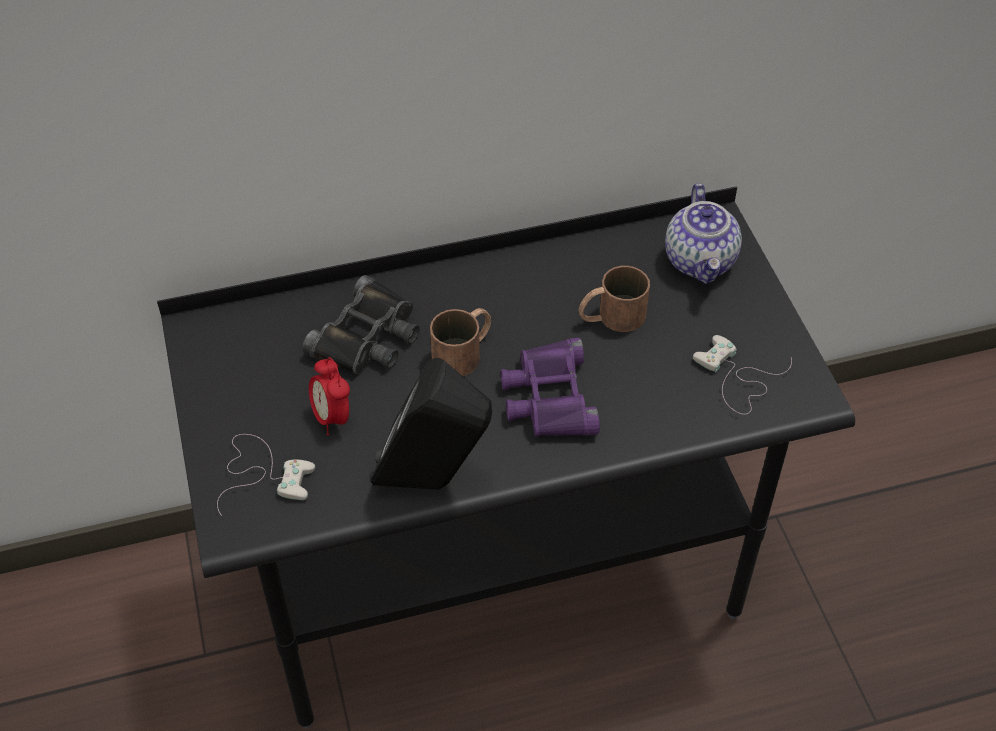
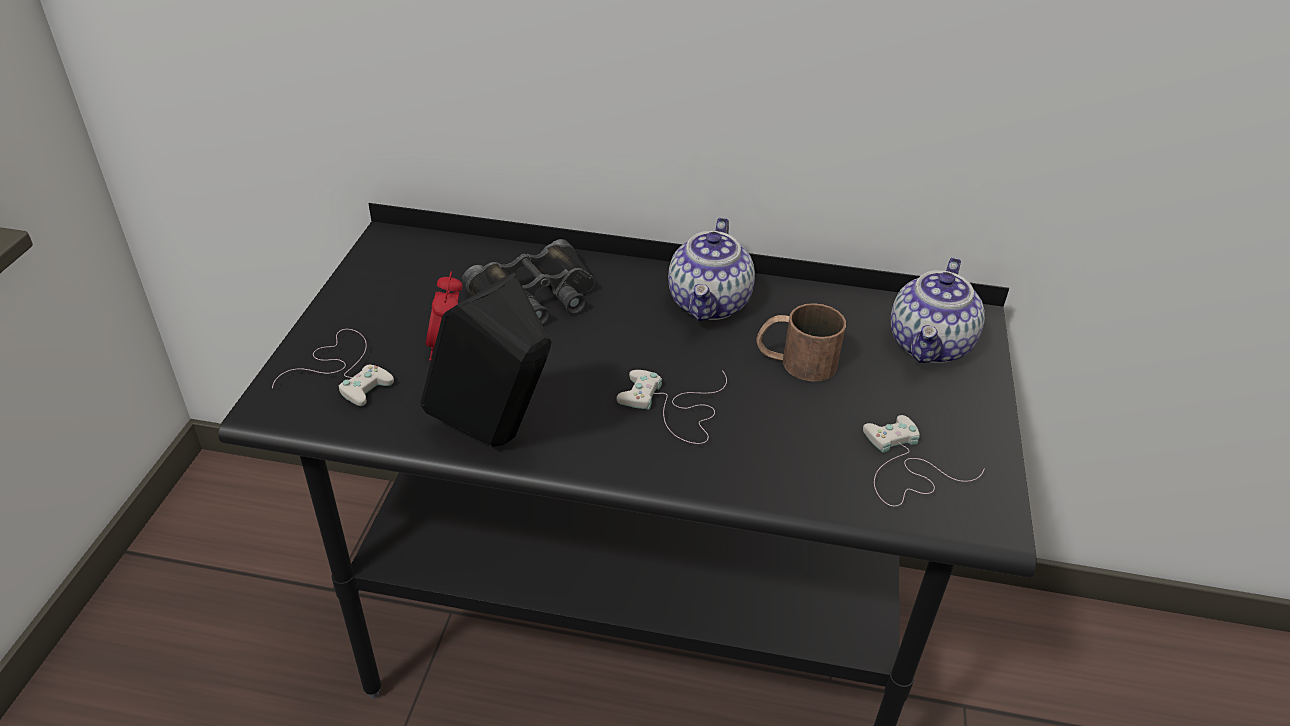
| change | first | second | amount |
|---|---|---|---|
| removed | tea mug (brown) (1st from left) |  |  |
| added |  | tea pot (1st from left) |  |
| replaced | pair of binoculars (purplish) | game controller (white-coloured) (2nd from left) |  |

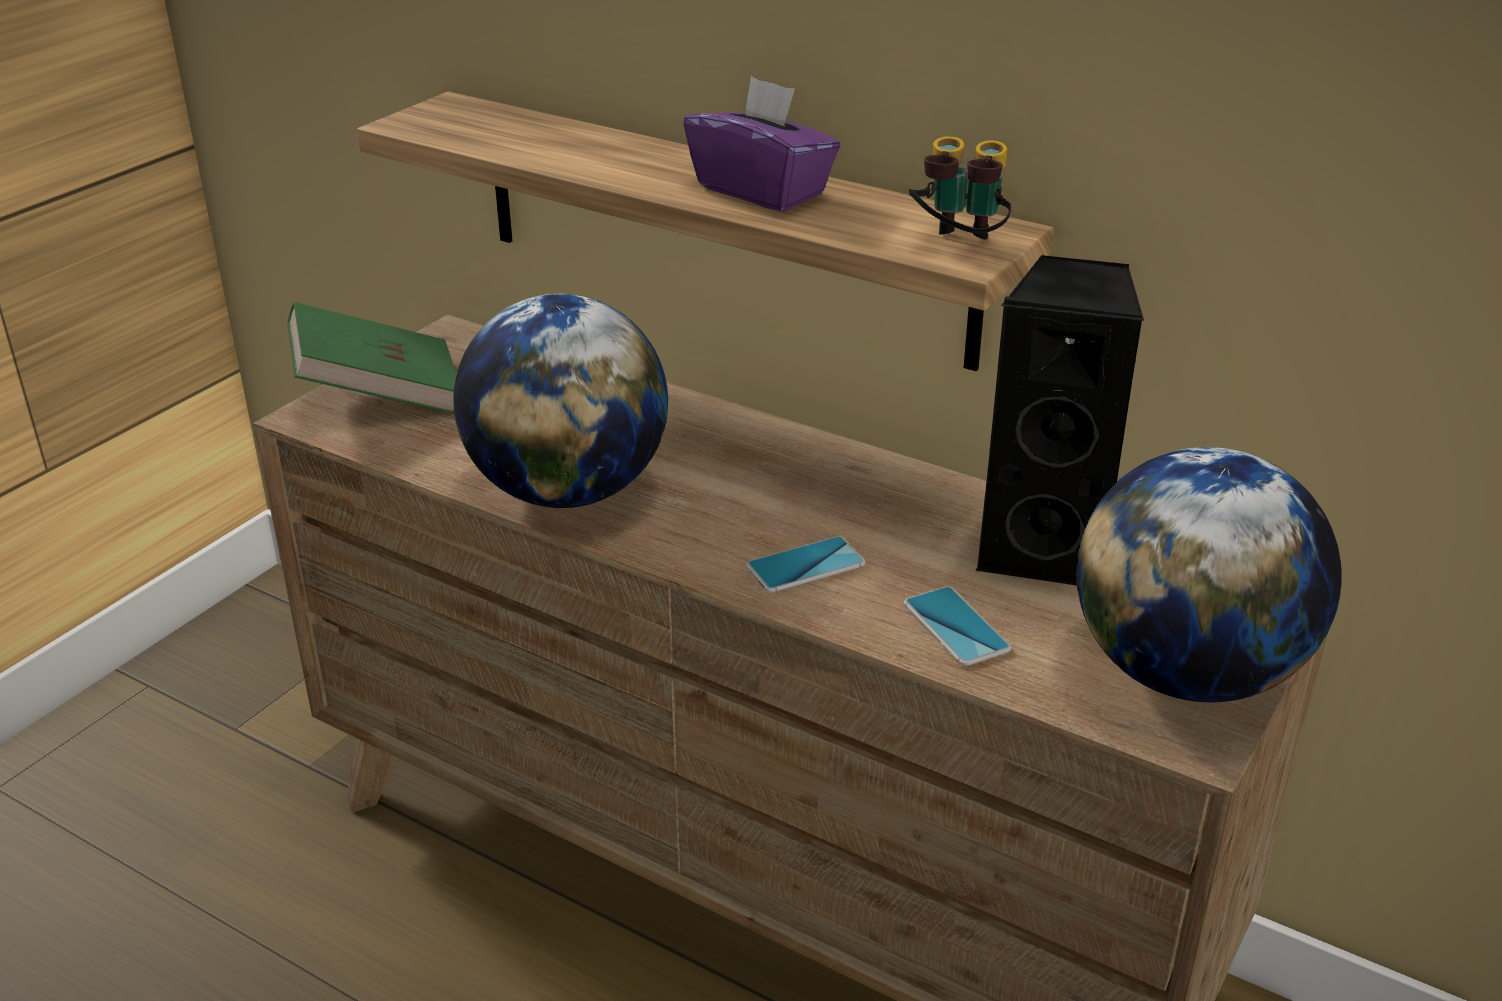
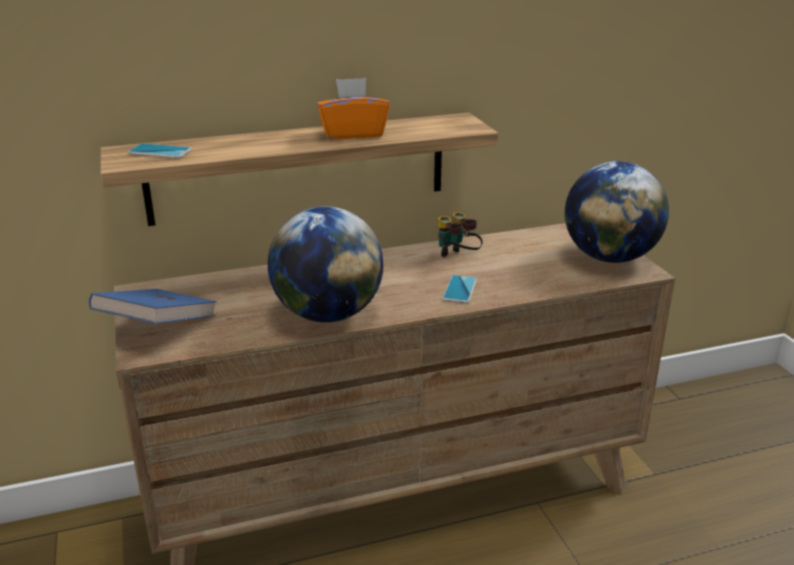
| change | first | second | amount |
|---|---|---|---|
| removed | loudspeaker (black-coloured) |  |  |
| moved | phone (2nd from left in the first image) | phone (1st from left) |  |
| moved | pair of binoculars |  |  |
| recoloured | volume (greenish) | volume (blue-coloured) |  |
| recoloured | box of tissues (purplish) | box of tissues (orangey) |  |

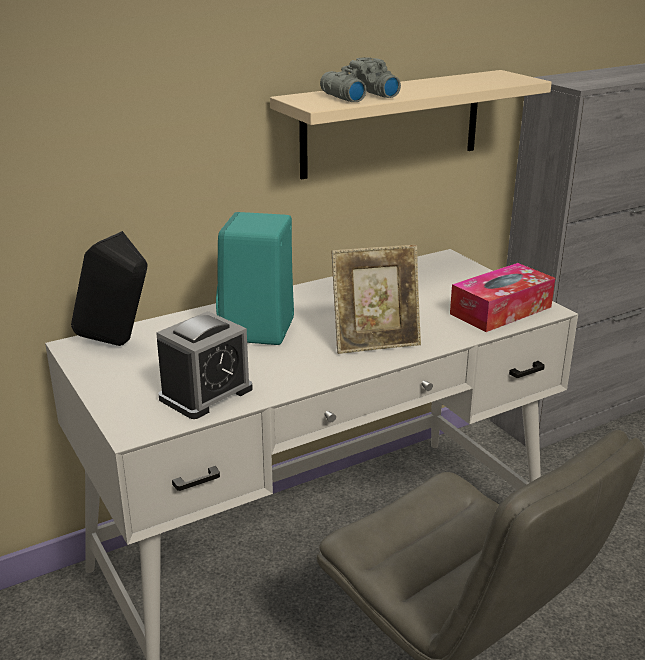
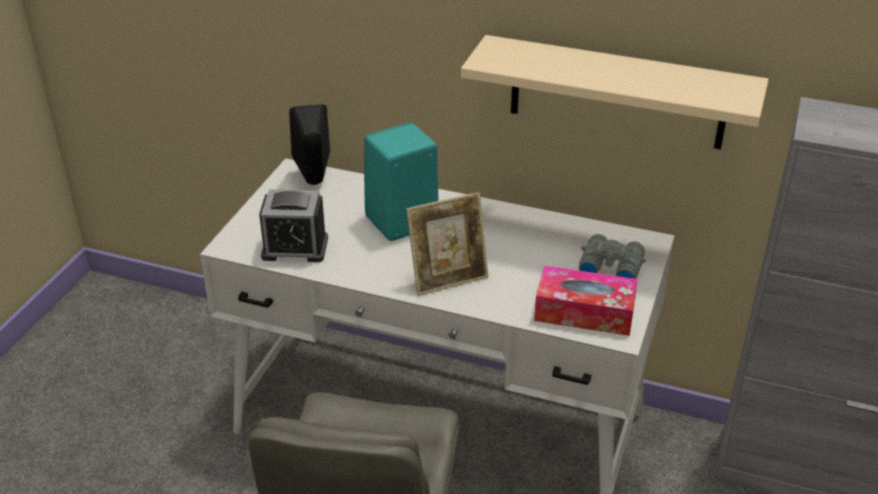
| change | first | second | amount |
|---|---|---|---|
| moved | pair of binoculars (grey) |  |  |
| turned | photo frame |  | 60 degrees counterclockwise |

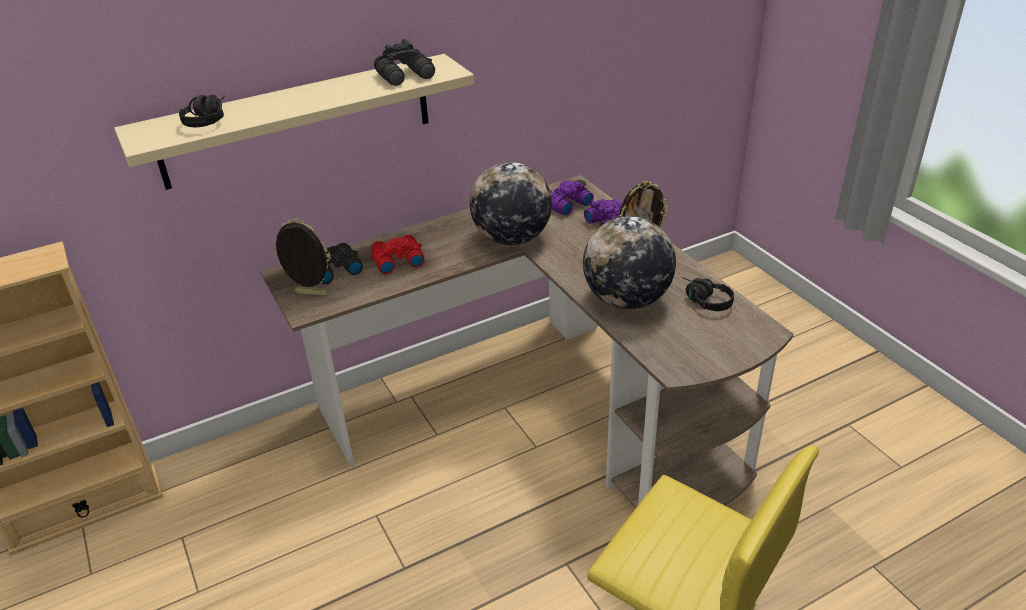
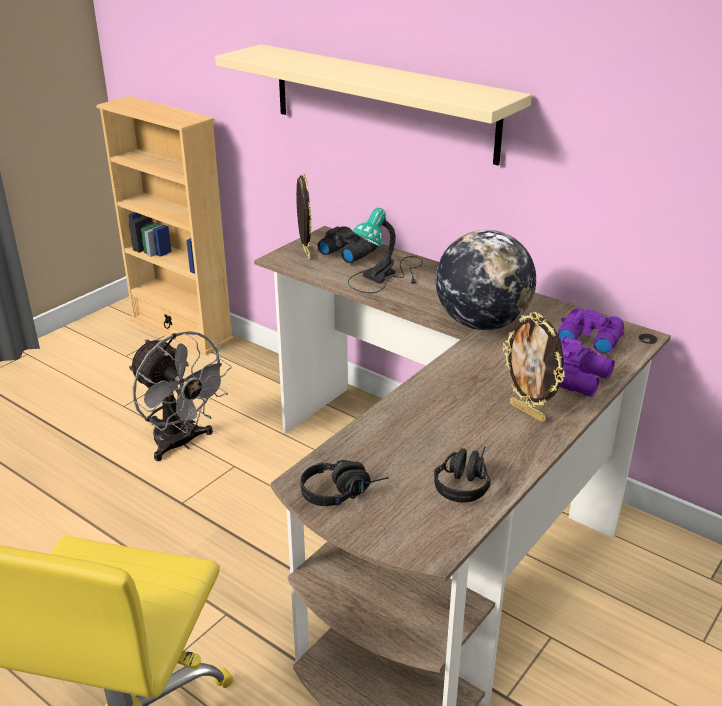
| change | first | second | amount |
|---|---|---|---|
| removed | pair of binoculars (black-coloured) (2nd from left) |  |  |
| removed | world globe (2nd from left) |  |  |
| added |  | electric fan (grey) |  |
| moved | headphones (black-coloured) (1st from left) |  |  |
| replaced | pair of binoculars (red) | table lamp |  |

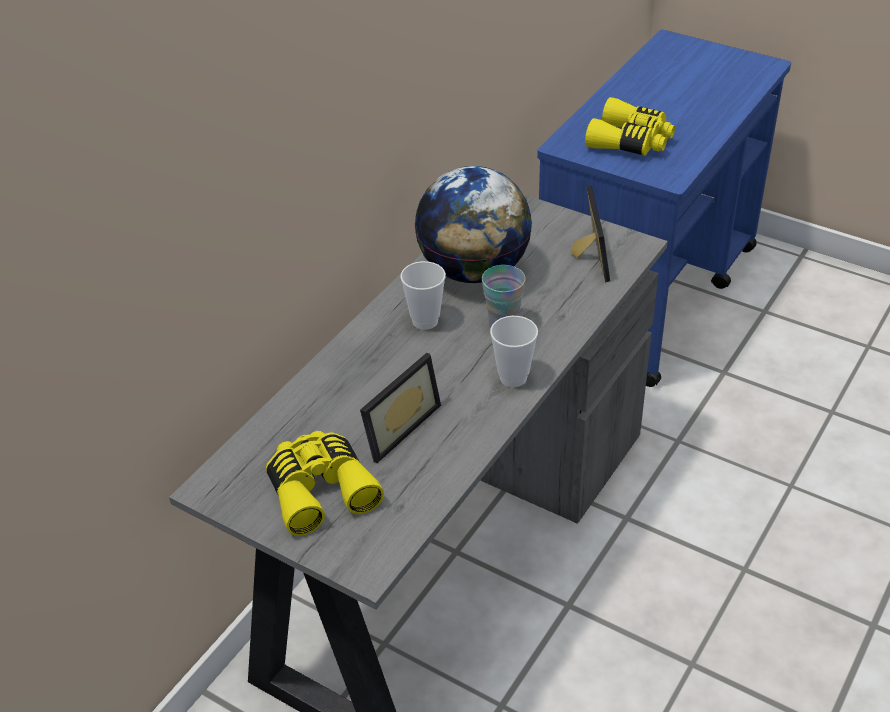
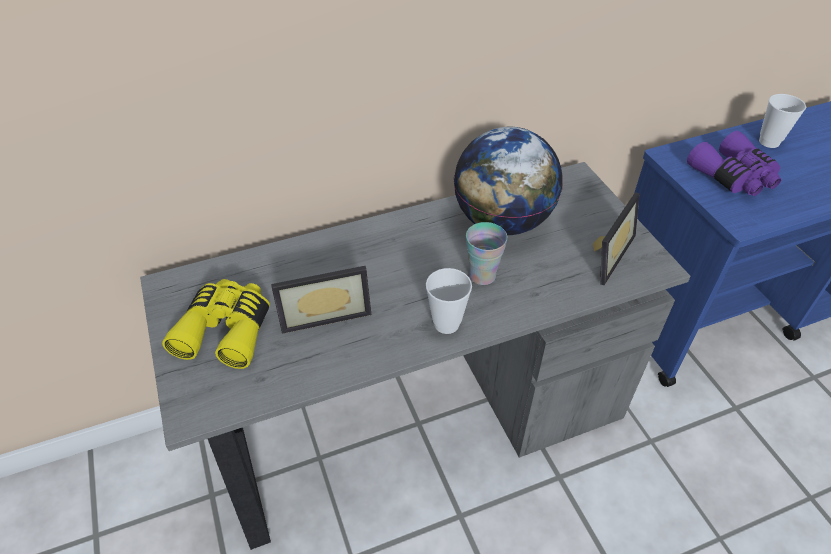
| change | first | second | amount |
|---|---|---|---|
| moved | small cup (1st from left in the first image) | small cup (3rd from left) |  |
| recoloured | pair of binoculars (yellow-coloured) (2nd from left) | pair of binoculars (purplish) |  |

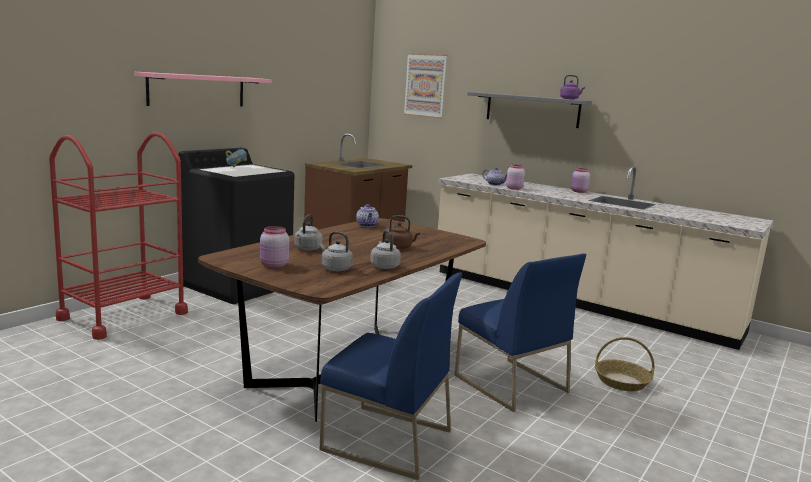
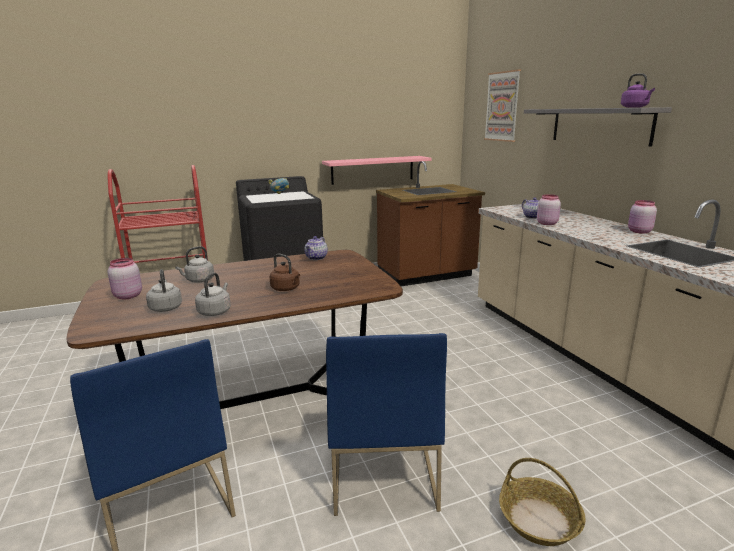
| change | first | second | amount |
|---|---|---|---|
| moved | bracket shelf (pink) |  |  |

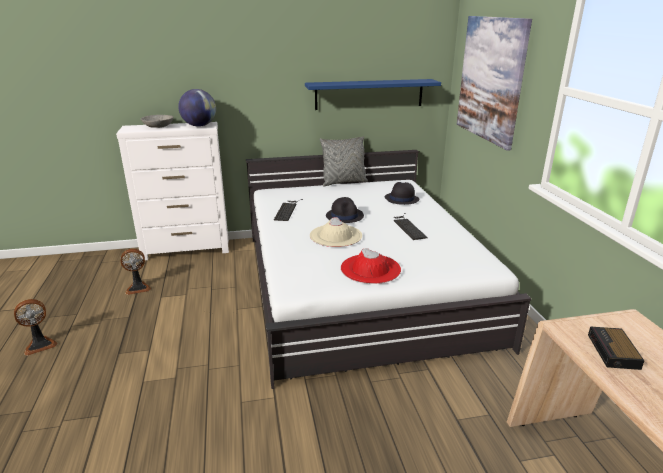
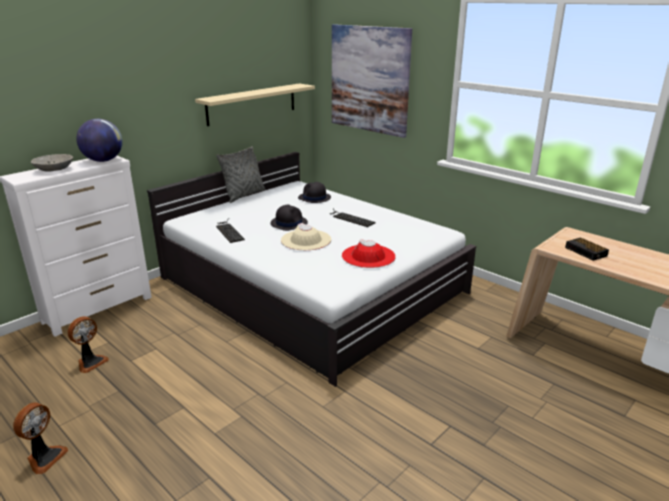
| change | first | second | amount |
|---|---|---|---|
| recoloured | bracket shelf (blue-coloured) | bracket shelf (sand-coloured) |  |

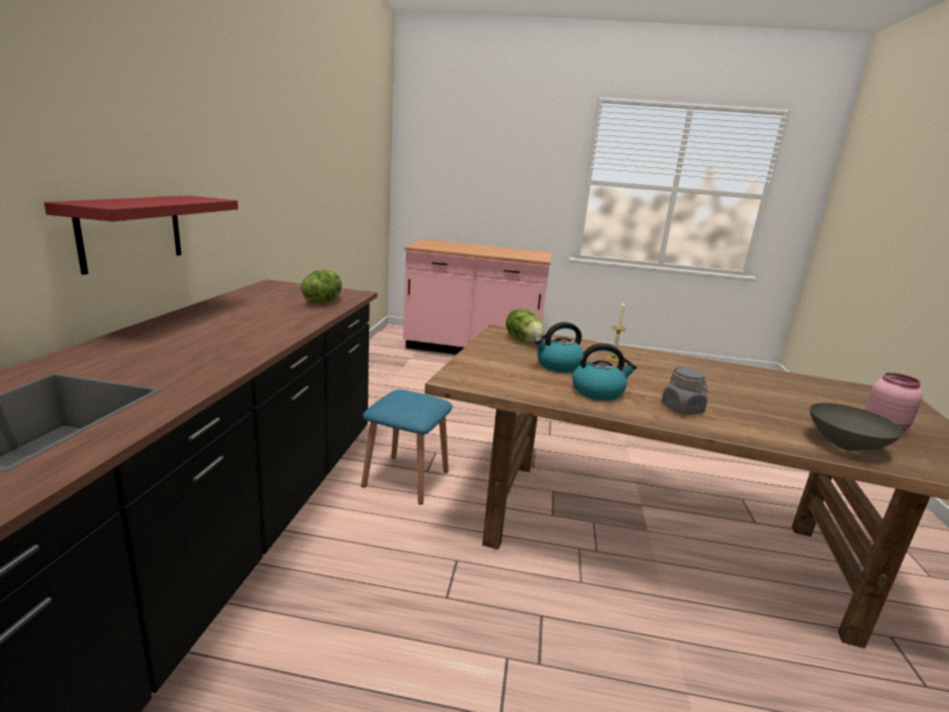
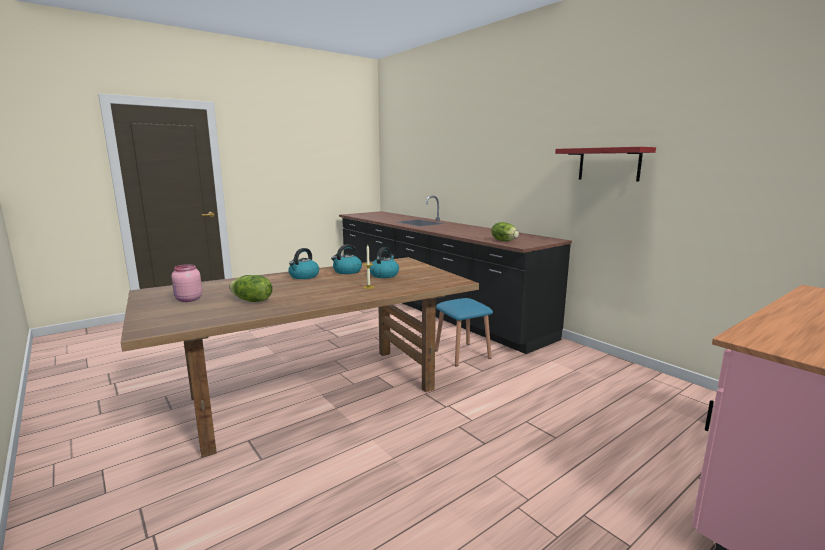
| change | first | second | amount |
|---|---|---|---|
| removed | serving bowl (grey) |  |  |
| moved | bracket shelf (red) |  |  |
| moved | head of lettuce (2nd from left in the first image) | head of lettuce (1st from left) |  |
| replaced | storage jar (grey) | water kettle (1st from left) |  |

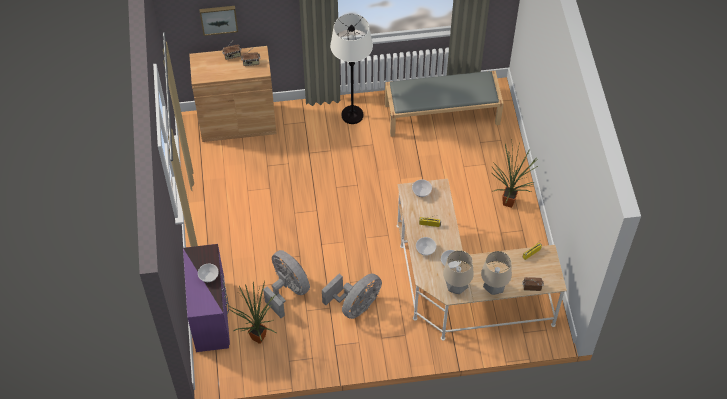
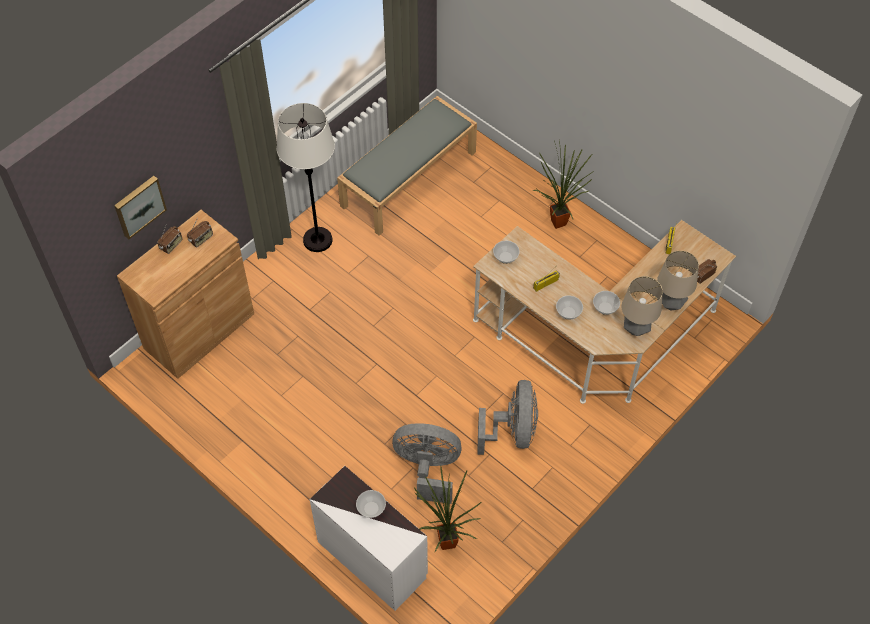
| change | first | second | amount |
|---|---|---|---|
| recoloured | chest of drawers (purplish) | chest of drawers (white-coloured) |  |

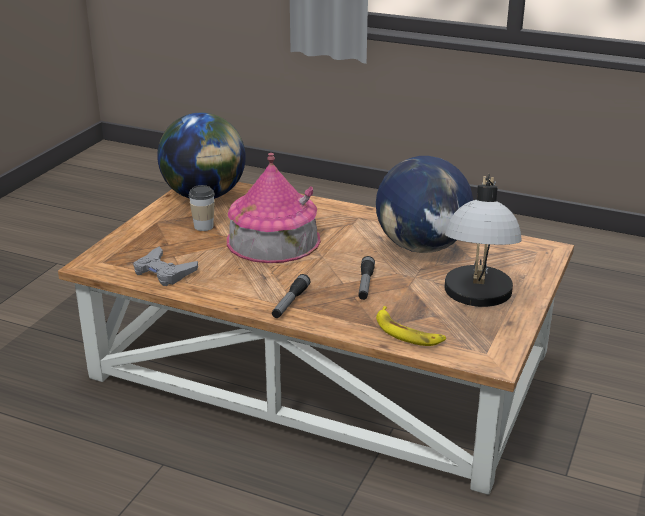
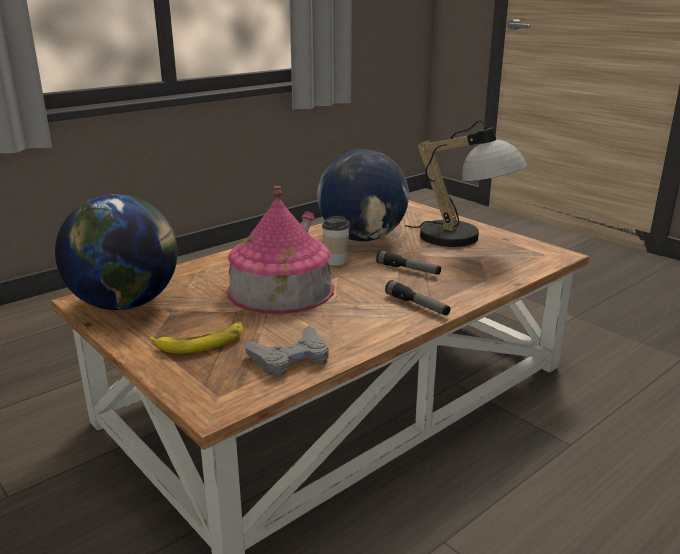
| change | first | second | amount |
|---|---|---|---|
| moved | small cup |  |  |
| moved | whole banana |  |  |

